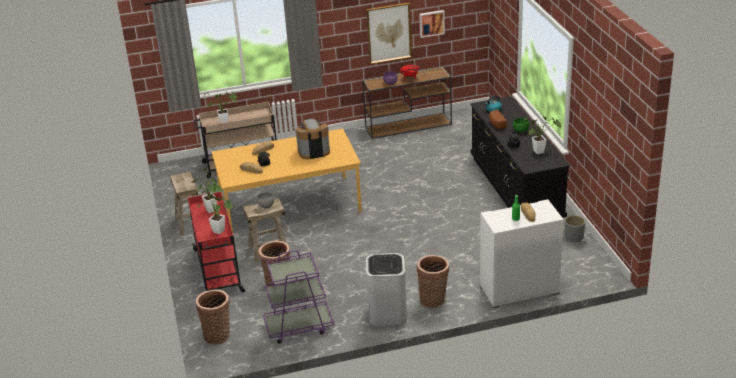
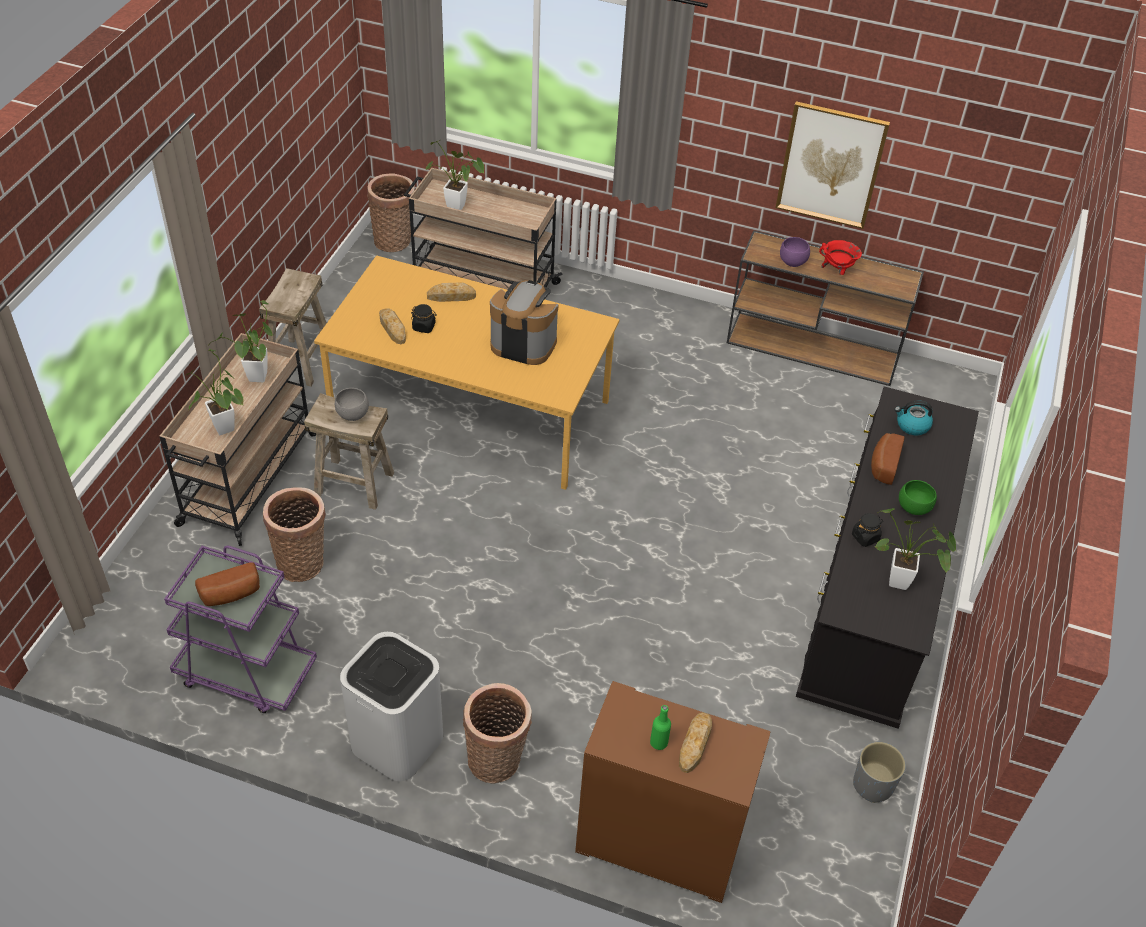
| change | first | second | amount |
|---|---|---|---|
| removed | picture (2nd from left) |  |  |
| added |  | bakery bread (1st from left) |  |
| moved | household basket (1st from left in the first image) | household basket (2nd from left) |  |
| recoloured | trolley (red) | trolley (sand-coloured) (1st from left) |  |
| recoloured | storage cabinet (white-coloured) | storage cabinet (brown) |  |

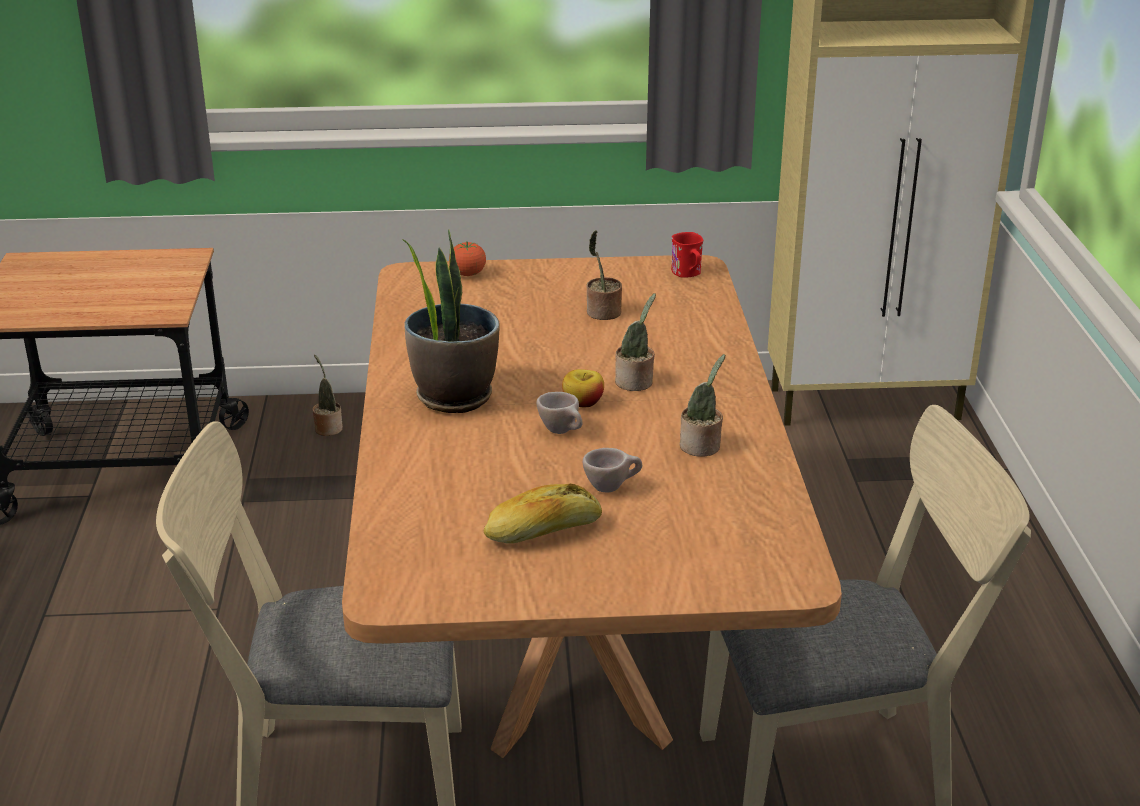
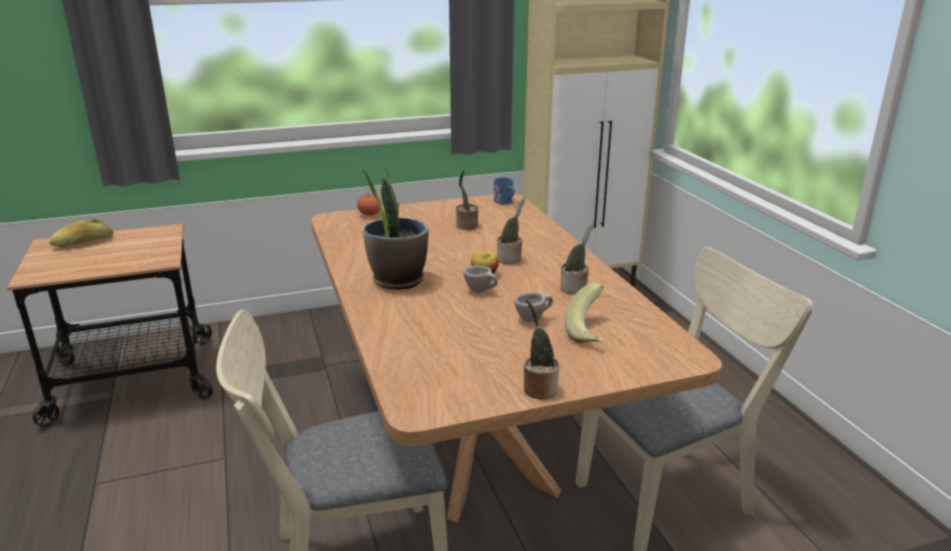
| change | first | second | amount |
|---|---|---|---|
| added |  | whole banana |  |
| moved | potted plant (1st from left in the first image) | potted plant (4th from left) |  |
| moved | bakery bread |  |  |
| recoloured | tea mug (red) | tea mug (blue-coloured) |  |

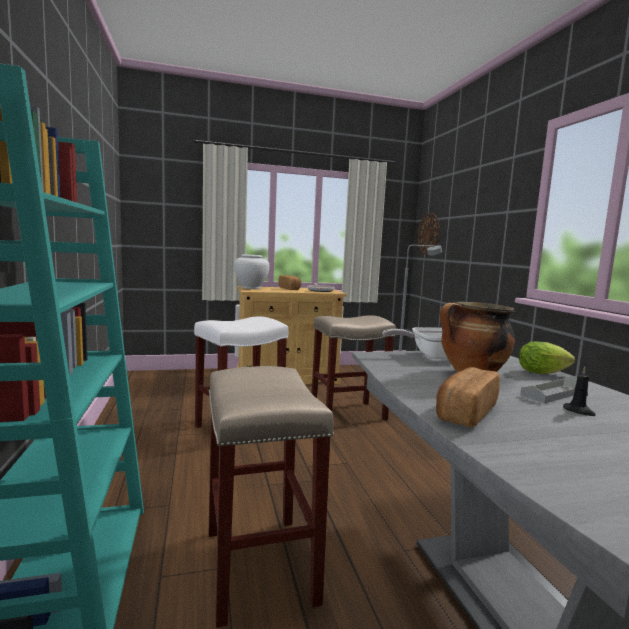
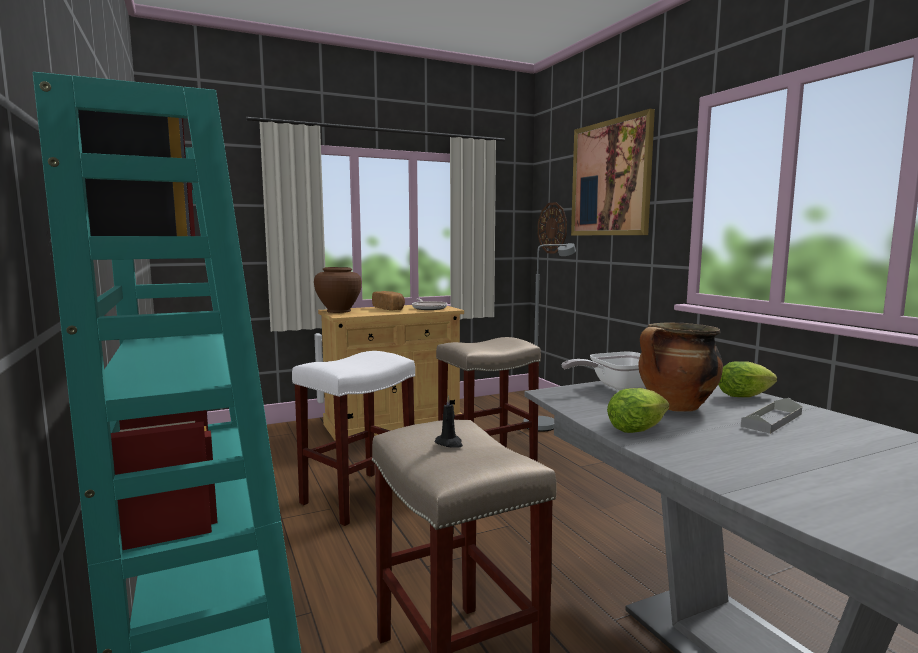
| change | first | second | amount |
|---|---|---|---|
| removed | bakery bread (2nd from left) |  |  |
| added |  | picture |  |
| added |  | head of lettuce (1st from left) |  |
| moved | wax light (black-coloured) |  |  |
| recoloured | decorative vase (white-coloured) | decorative vase (brown) |  |

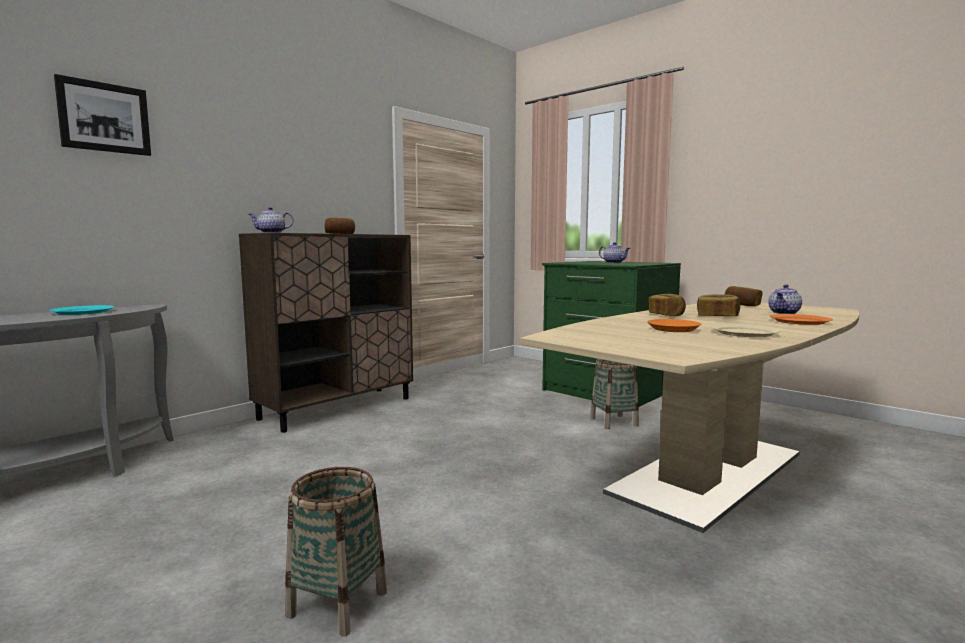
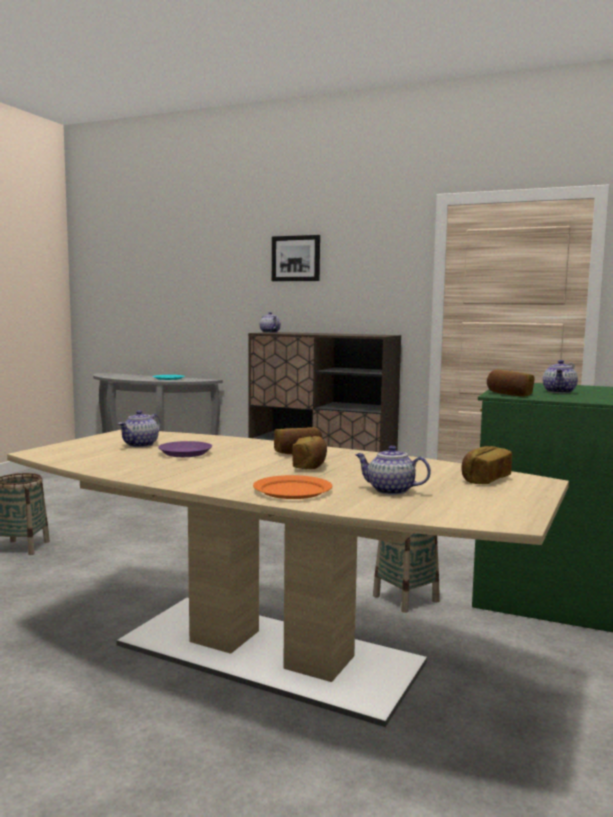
| change | first | second | amount |
|---|---|---|---|
| removed | flat dish (sand-coloured) |  |  |
| added |  | tea pot (1st from left) |  |
| moved | picture |  |  |
| moved | bakery bread (1st from left in the first image) | bakery bread (4th from left) |  |
| recoloured | flat dish (orangey) (1st from left) | flat dish (purplish) |  |

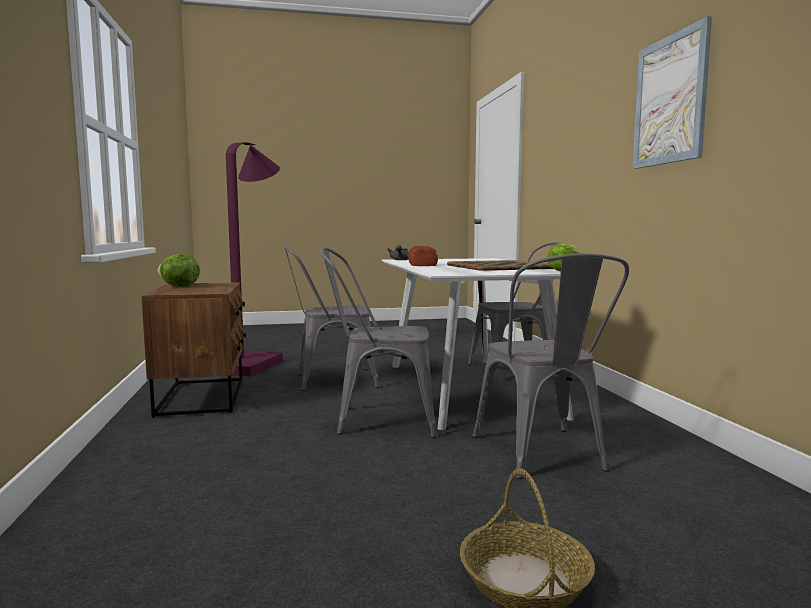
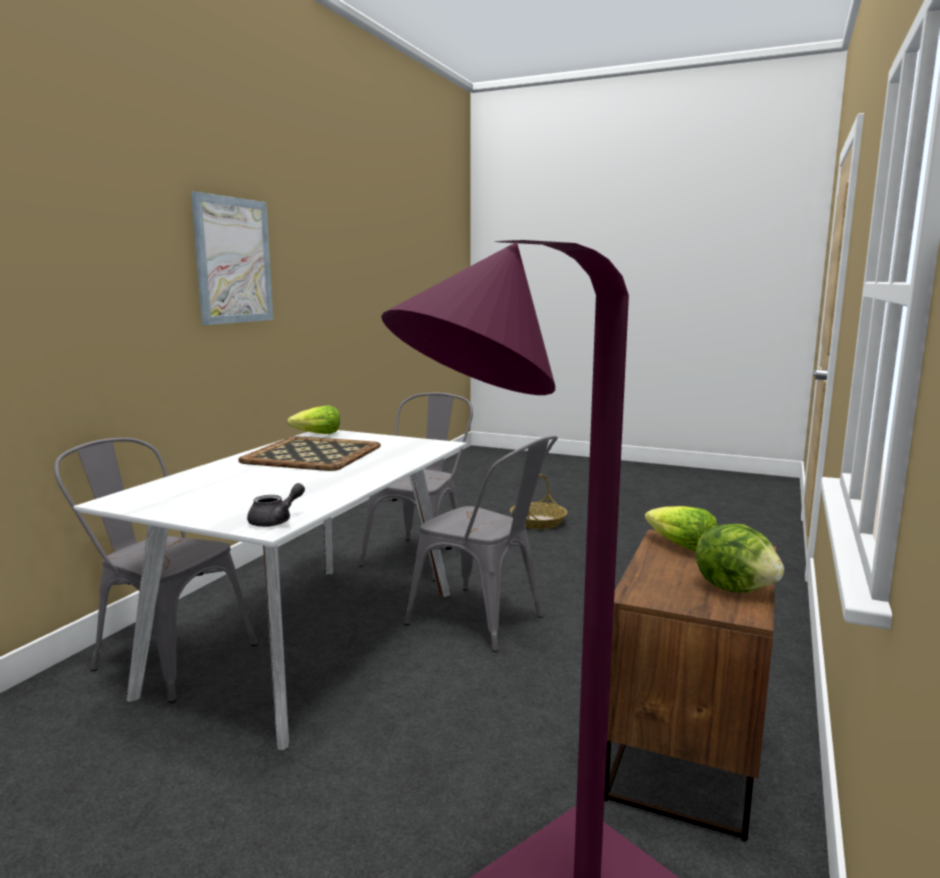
| change | first | second | amount |
|---|---|---|---|
| removed | chair (grey) (1st from left) |  |  |
| removed | bakery bread |  |  |
| added |  | head of lettuce (2nd from left) |  |

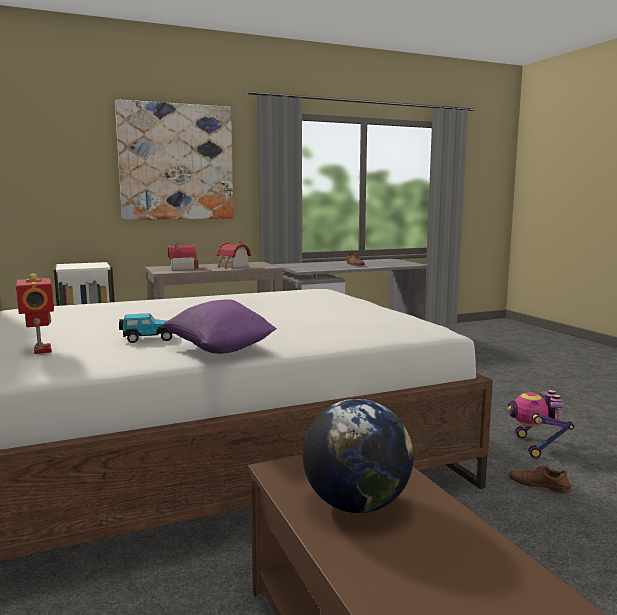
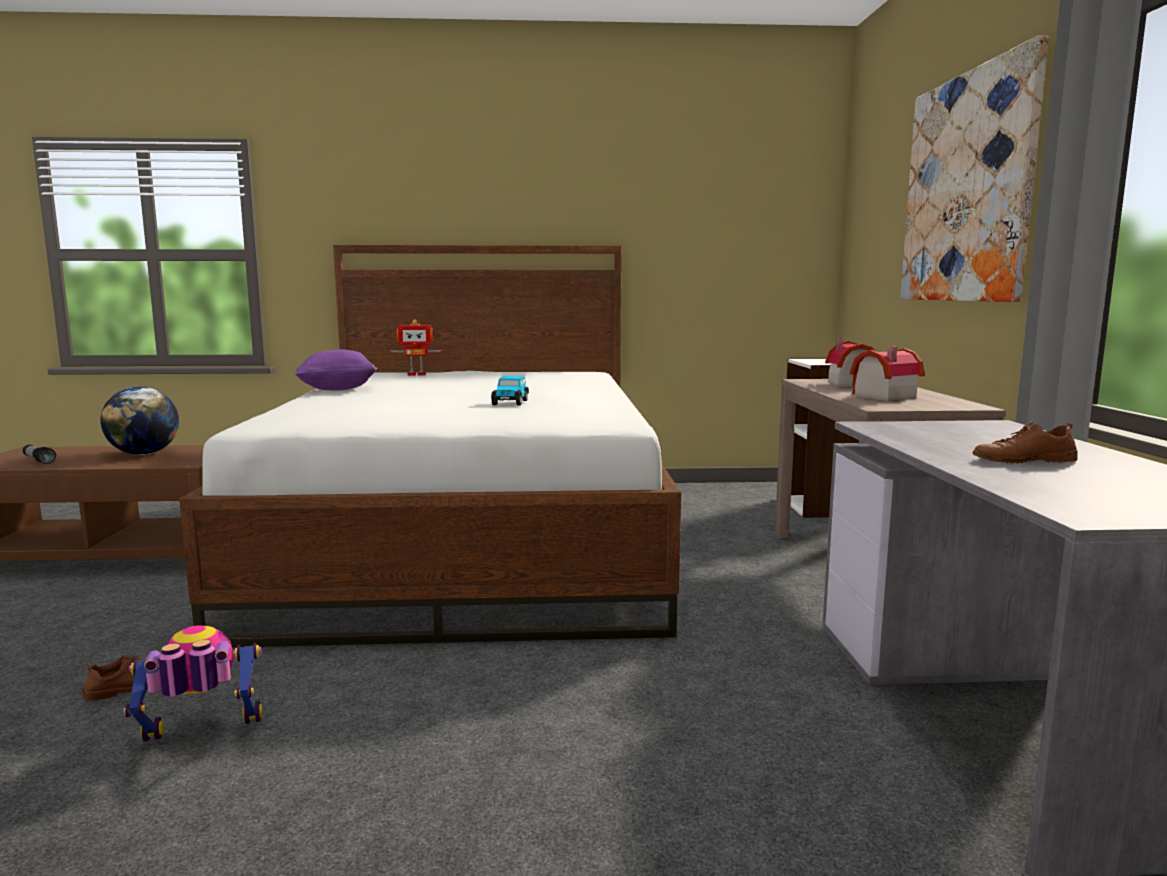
| change | first | second | amount |
|---|---|---|---|
| added |  | torch |  |
| moved | model car |  |  |
| turned | robot figure (2nd from left in the first image) | robot figure (1st from left) | 45 degrees counterclockwise |

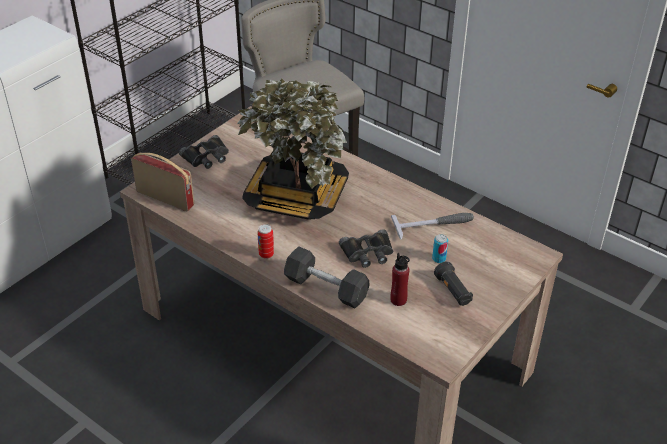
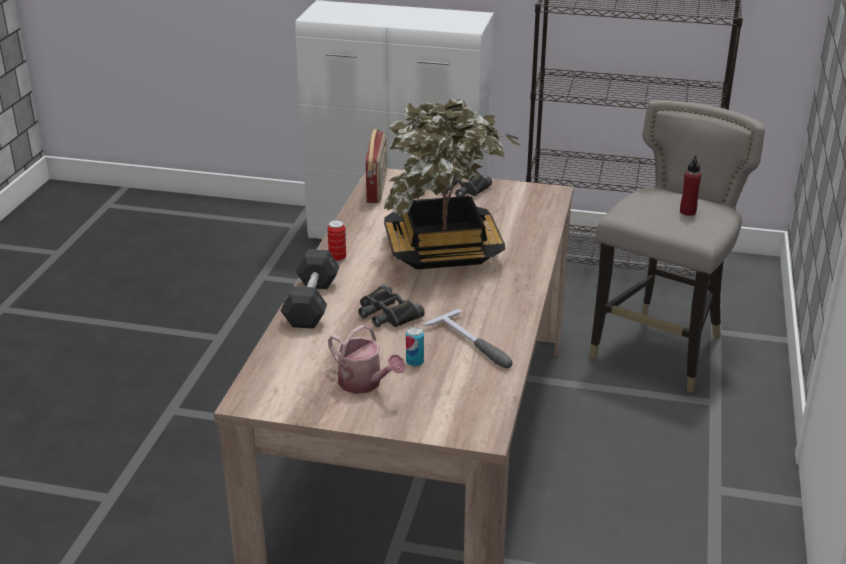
| change | first | second | amount |
|---|---|---|---|
| moved | bottle (red) |  |  |
| replaced | torch (black-coloured) | watering can |  |

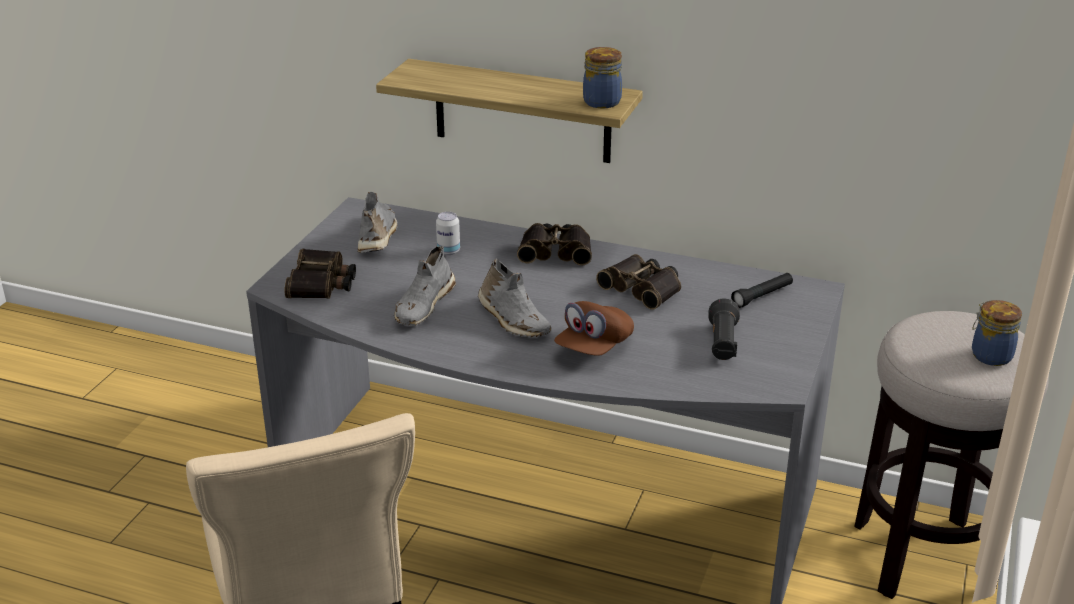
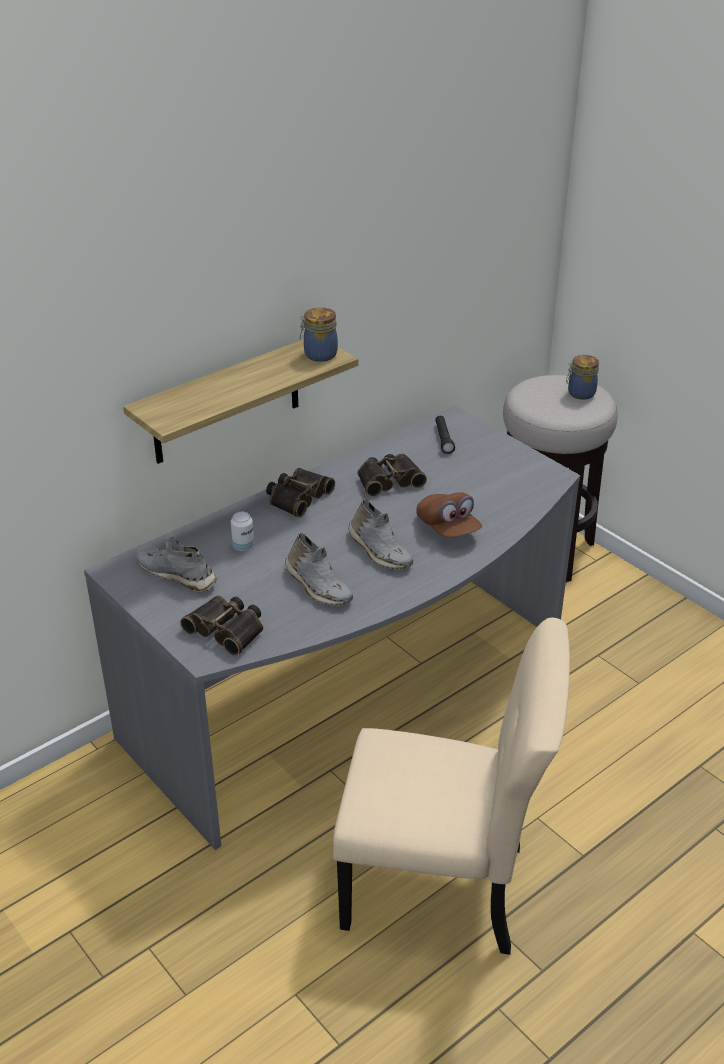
| change | first | second | amount |
|---|---|---|---|
| removed | torch (black-coloured) (1st from left) |  |  |
| turned | shoe (grey) (3rd from left) |  | 60 degrees clockwise |

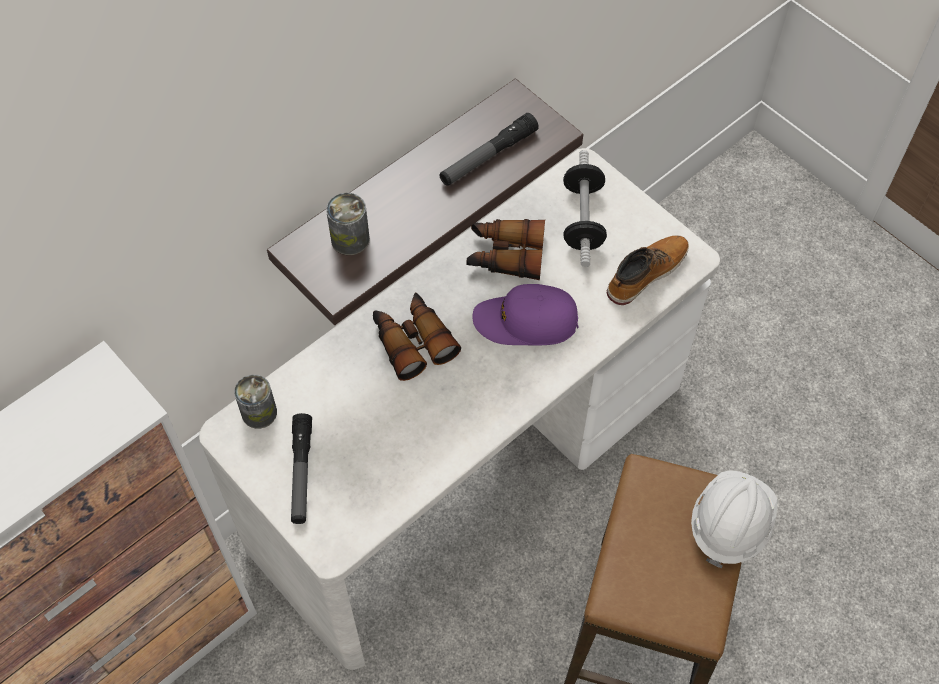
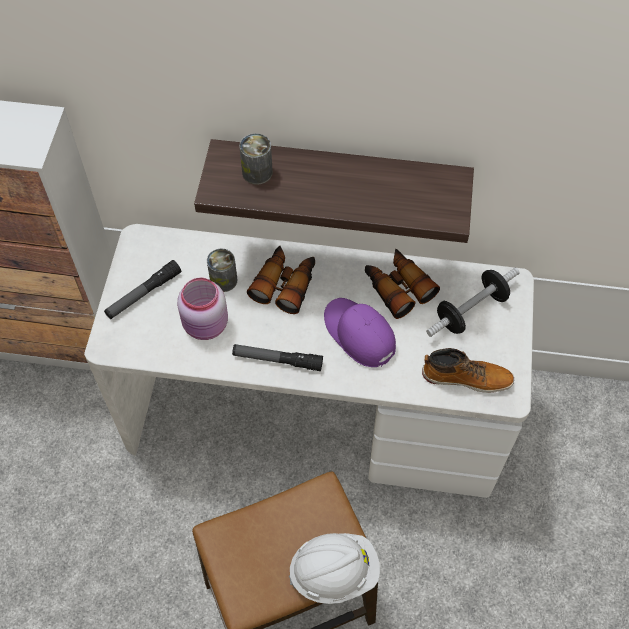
| change | first | second | amount |
|---|---|---|---|
| added |  | storage jar (pink) |  |
| moved | metal can (1st from left) |  |  |
| moved | torch (2nd from left) |  |  |

